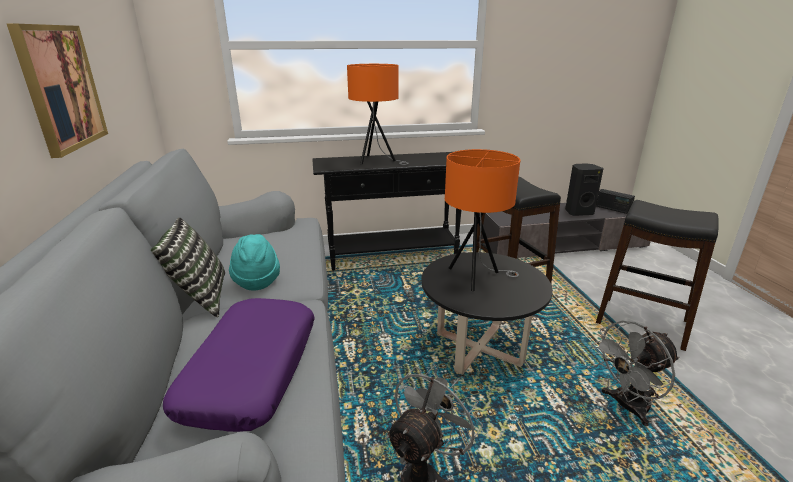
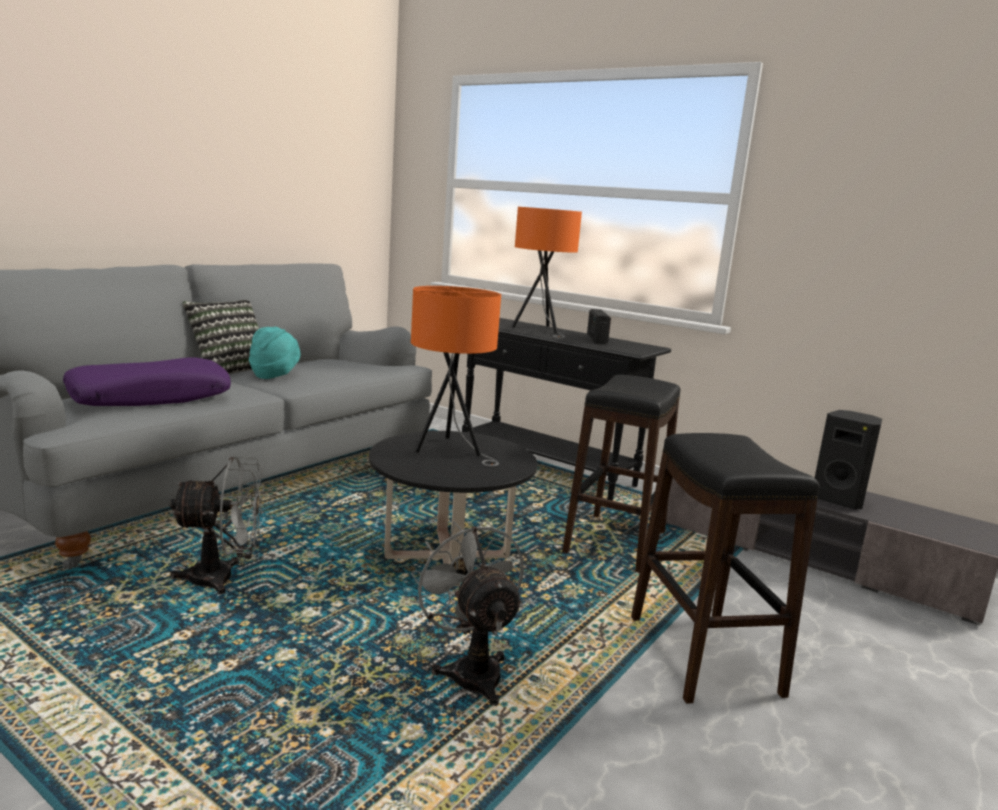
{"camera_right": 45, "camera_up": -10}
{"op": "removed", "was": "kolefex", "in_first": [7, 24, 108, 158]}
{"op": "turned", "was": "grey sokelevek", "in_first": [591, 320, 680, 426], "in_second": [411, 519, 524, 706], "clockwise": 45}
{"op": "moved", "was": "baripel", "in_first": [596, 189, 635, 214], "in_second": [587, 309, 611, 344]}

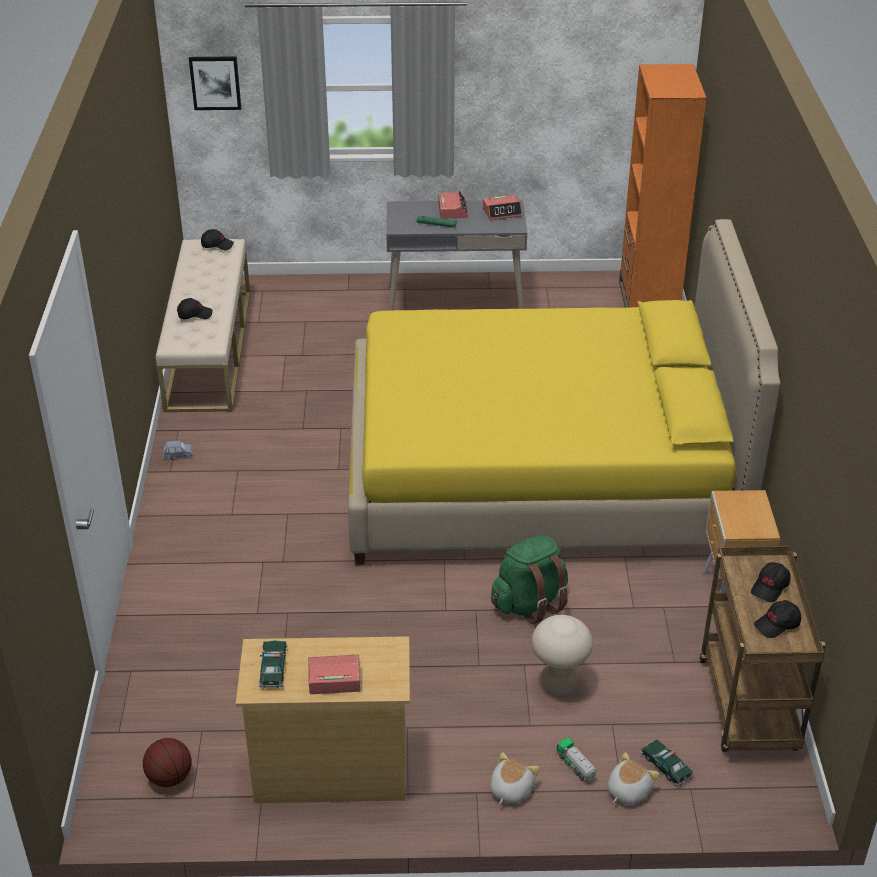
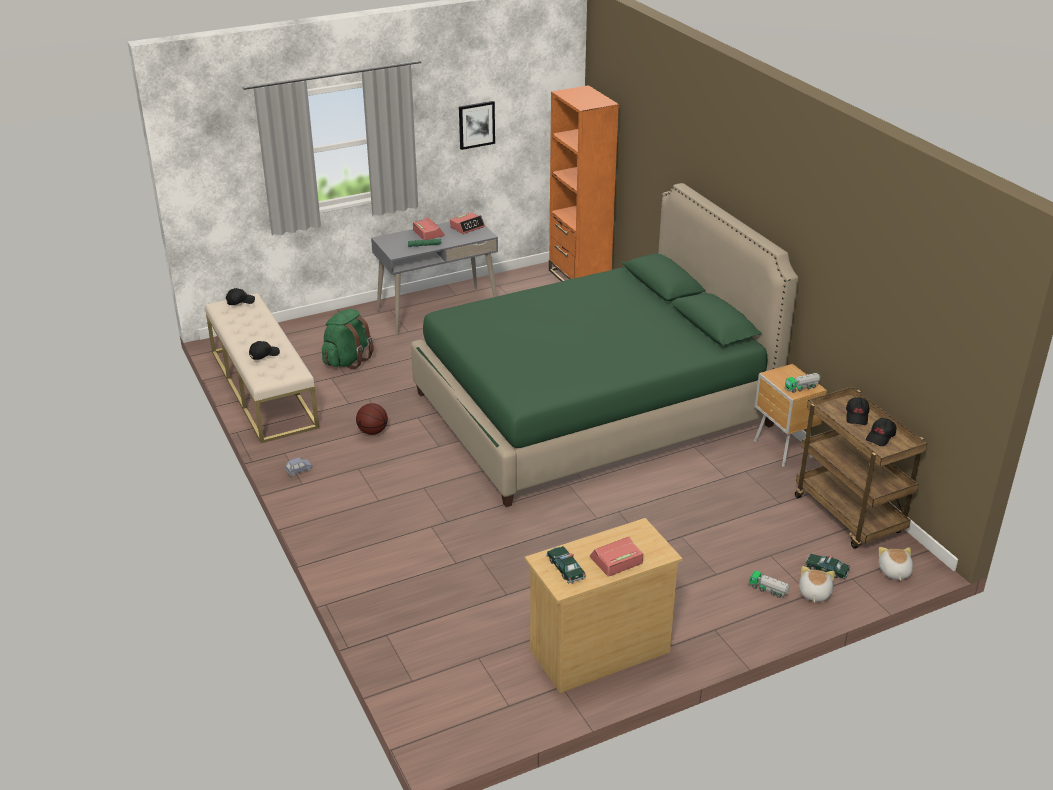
{"camera_right": -25, "camera_up": -5}
{"op": "moved", "was": "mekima", "in_first": [143, 738, 192, 787], "in_second": [356, 403, 388, 435]}
{"op": "moved", "was": "kolefex", "in_first": [189, 56, 241, 110], "in_second": [459, 101, 495, 150]}
{"op": "recoloured", "was": "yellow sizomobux", "now": "green sizomobux", "in_first": [348, 219, 780, 565], "in_second": [411, 183, 798, 507]}
{"op": "moved", "was": "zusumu", "in_first": [490, 752, 539, 804], "in_second": [879, 547, 913, 581]}
{"op": "moved", "was": "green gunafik", "in_first": [491, 535, 568, 624], "in_second": [322, 309, 374, 369]}
{"op": "removed", "was": "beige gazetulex", "in_first": [532, 615, 593, 696]}
{"op": "added", "now": "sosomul", "in_second": [785, 373, 820, 393]}

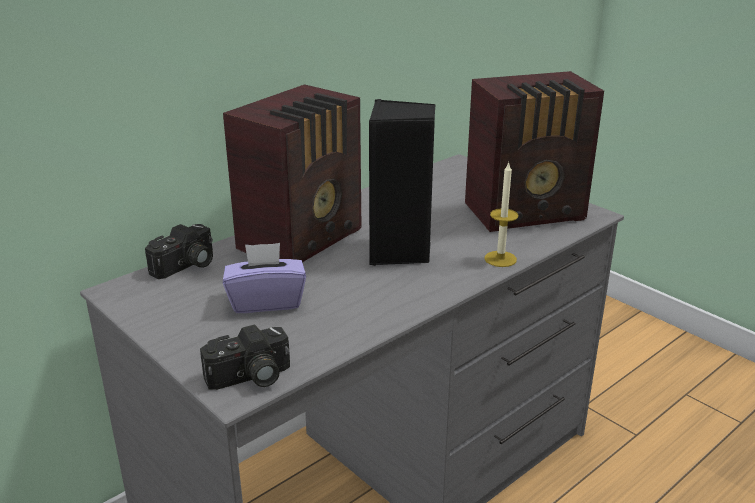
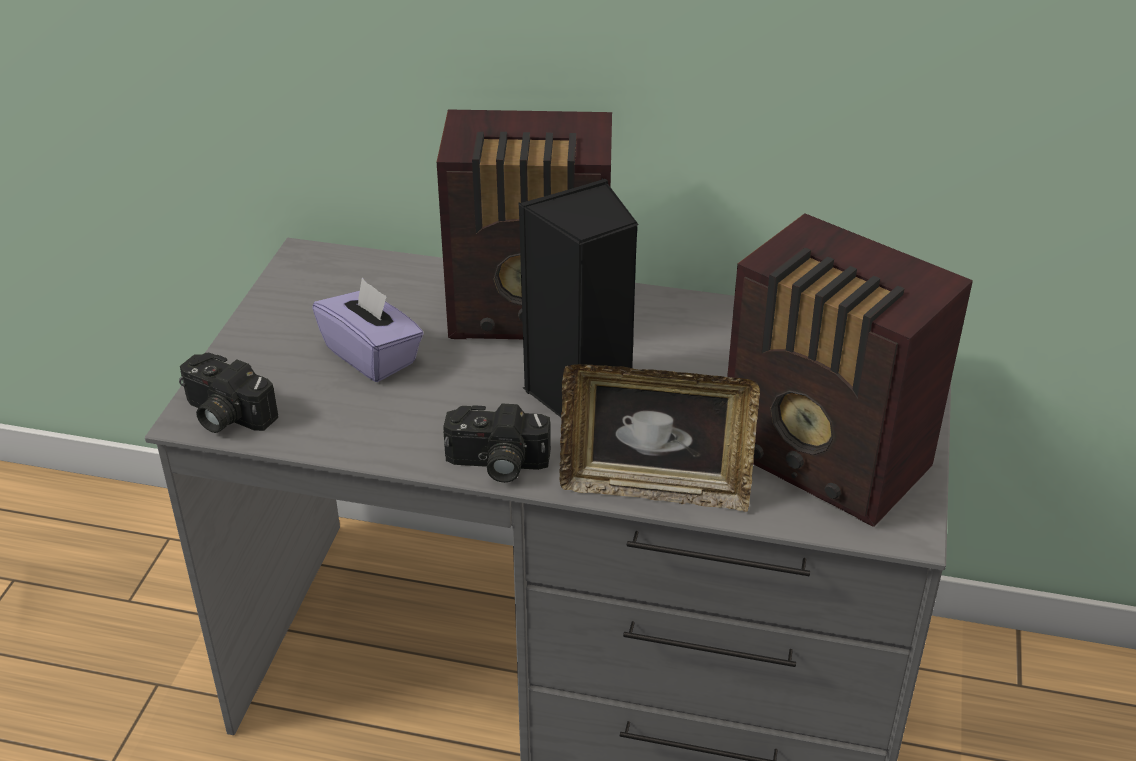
{"camera_right": 55, "camera_up": 10}
{"op": "moved", "was": "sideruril", "in_first": [145, 224, 213, 279], "in_second": [443, 404, 551, 483]}
{"op": "replaced", "was": "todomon", "now": "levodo", "in_first": [484, 162, 518, 267], "in_second": [559, 364, 760, 512]}

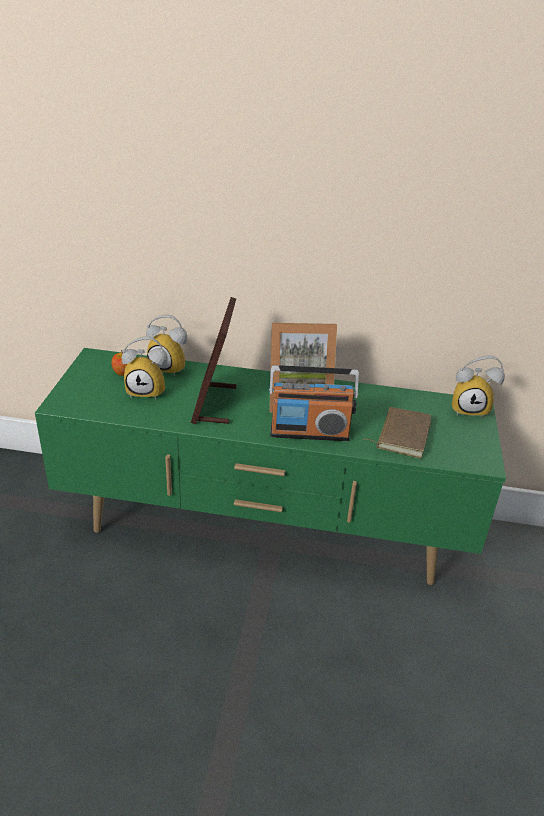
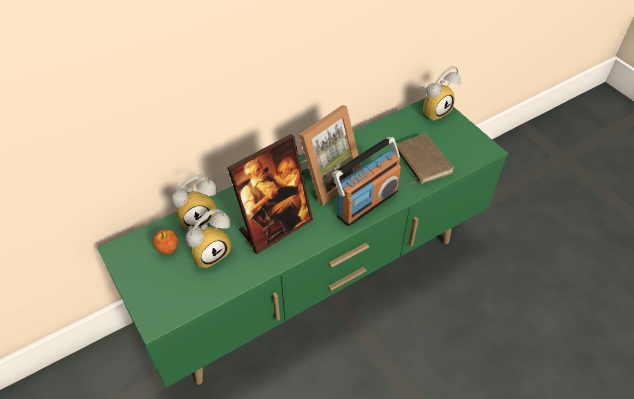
{"camera_right": -40, "camera_up": 15}
{"op": "turned", "was": "levodo", "in_first": [191, 297, 236, 424], "in_second": [227, 134, 313, 254], "clockwise": -90}

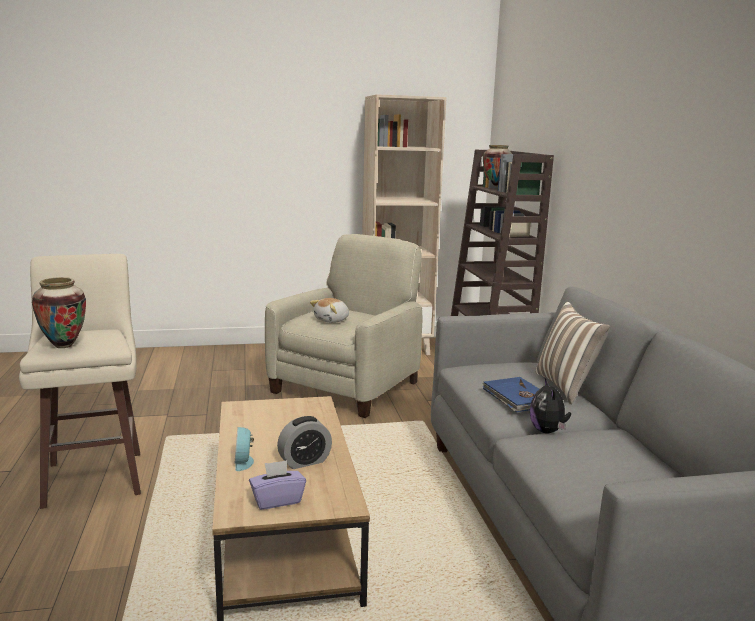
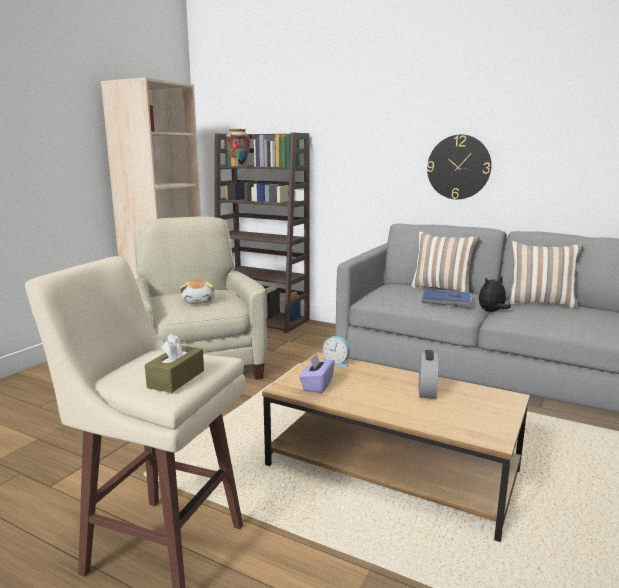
{"camera_right": -50, "camera_up": 0}
{"op": "replaced", "was": "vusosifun", "now": "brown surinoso", "in_first": [32, 277, 86, 348], "in_second": [145, 333, 204, 393]}
{"op": "moved", "was": "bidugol", "in_first": [235, 427, 254, 471], "in_second": [322, 336, 350, 367]}
{"op": "moved", "was": "purple surinoso", "in_first": [249, 460, 306, 510], "in_second": [299, 353, 335, 393]}
{"op": "turned", "was": "zusumu", "in_first": [530, 379, 571, 434], "in_second": [479, 276, 511, 312], "clockwise": 120}
{"op": "added", "now": "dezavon", "in_second": [427, 135, 492, 199]}
{"op": "added", "now": "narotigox", "in_second": [508, 241, 583, 309]}

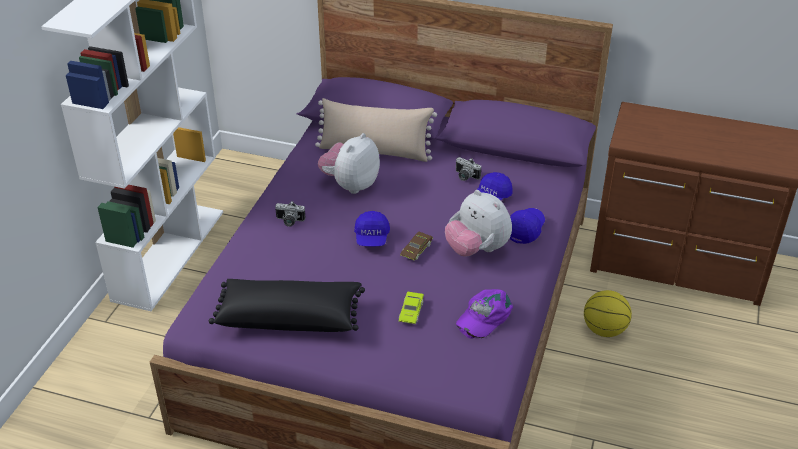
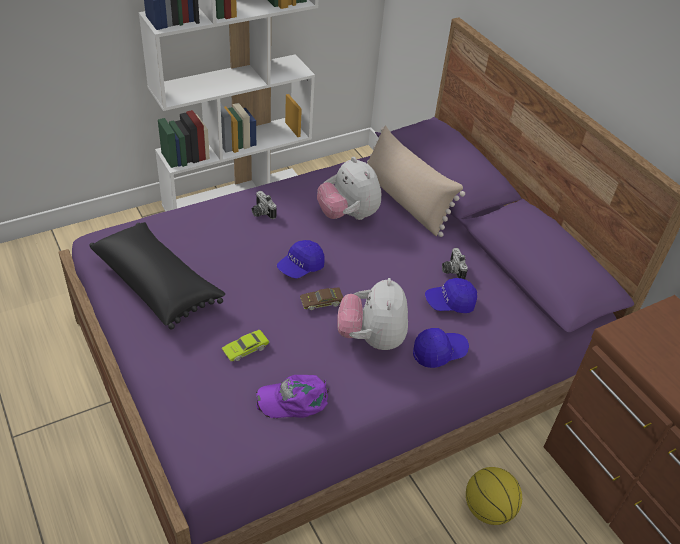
{"camera_right": 40, "camera_up": 5}
{"op": "turned", "was": "zusumu", "in_first": [318, 133, 380, 194], "in_second": [317, 157, 381, 220], "clockwise": -105}

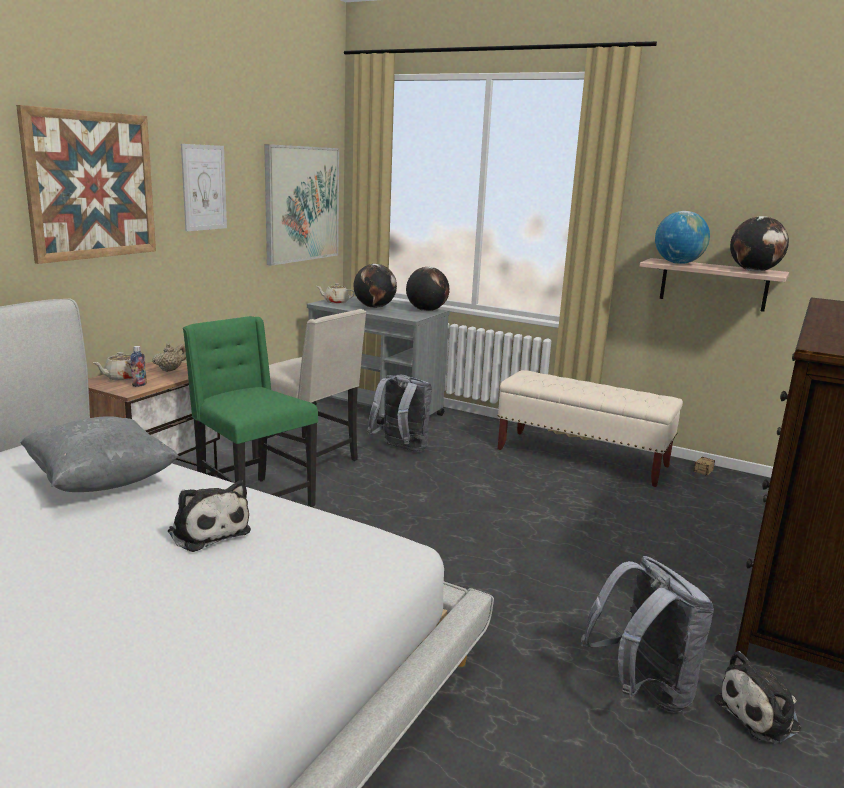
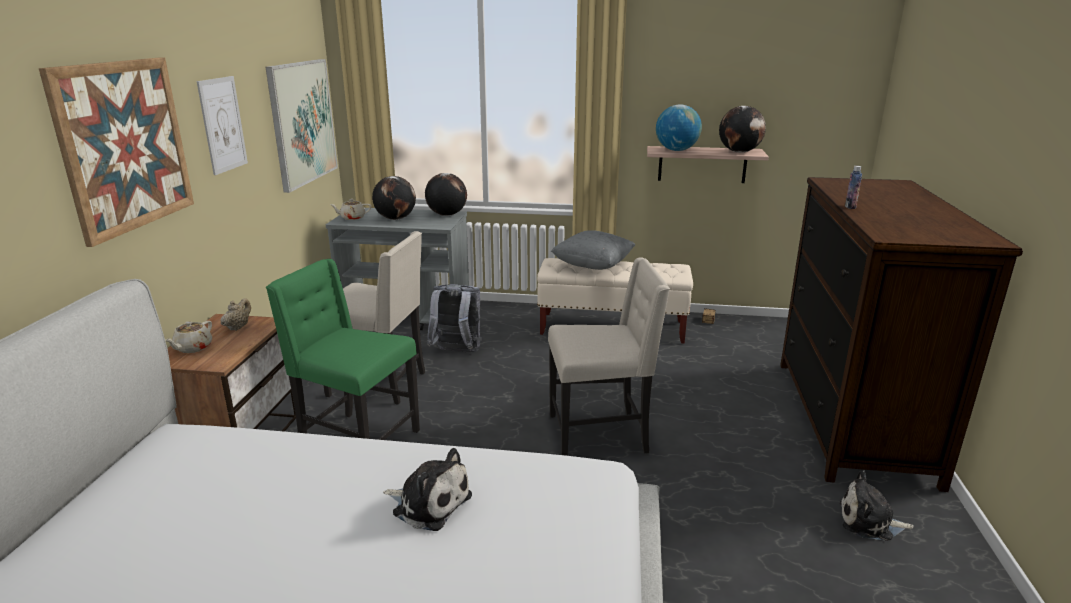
{"camera_right": -20, "camera_up": 5}
{"op": "moved", "was": "grey narotigox", "in_first": [21, 416, 179, 492], "in_second": [551, 230, 635, 270]}
{"op": "moved", "was": "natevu", "in_first": [130, 346, 147, 387], "in_second": [845, 166, 862, 209]}
{"op": "removed", "was": "grey gunafik", "in_first": [581, 556, 714, 713]}
{"op": "turned", "was": "zusumu", "in_first": [714, 651, 801, 743], "in_second": [840, 470, 914, 541], "clockwise": 60}
{"op": "added", "now": "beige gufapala", "in_second": [548, 257, 670, 456]}

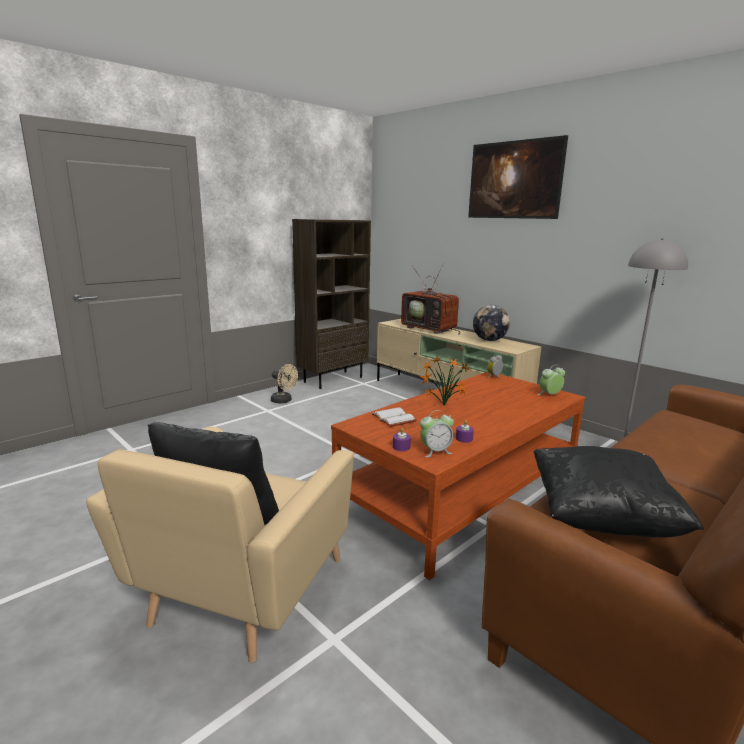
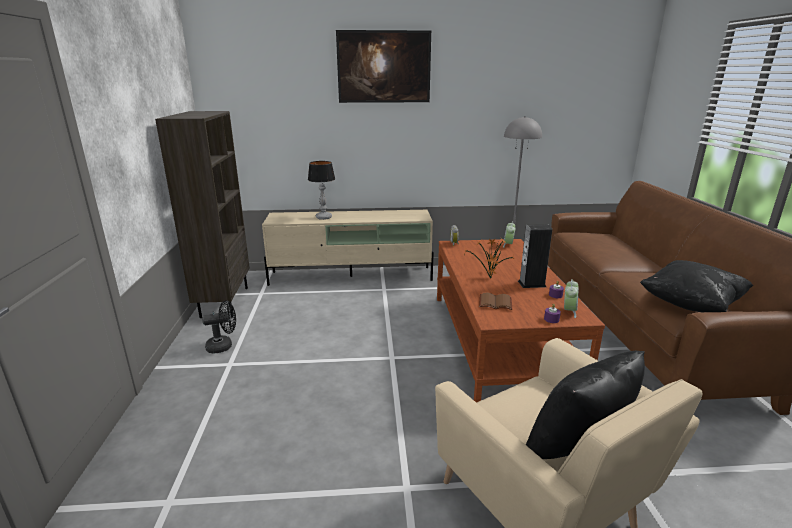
{"camera_right": -50, "camera_up": 5}
{"op": "recoloured", "was": "beige sokelevek", "now": "black sokelevek", "in_first": [271, 364, 298, 403], "in_second": [202, 300, 236, 354]}
{"op": "recoloured", "was": "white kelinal", "now": "brown kelinal", "in_first": [372, 407, 417, 427], "in_second": [479, 292, 512, 310]}
{"op": "replaced", "was": "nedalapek", "now": "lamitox", "in_first": [401, 263, 460, 334], "in_second": [308, 161, 335, 220]}
{"op": "removed", "was": "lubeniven", "in_first": [473, 305, 510, 341]}
{"op": "added", "now": "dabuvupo", "in_second": [518, 224, 552, 288]}

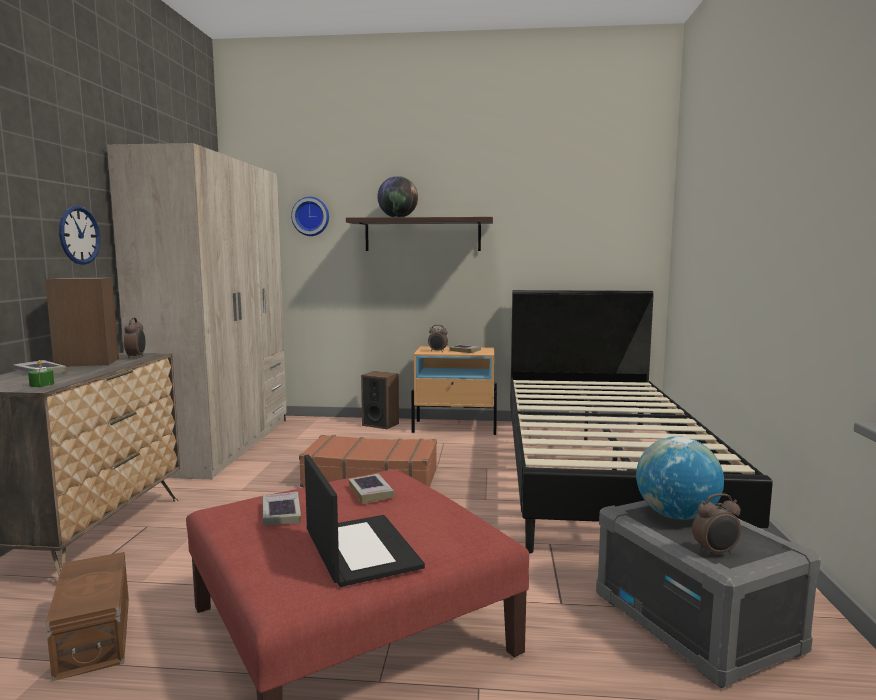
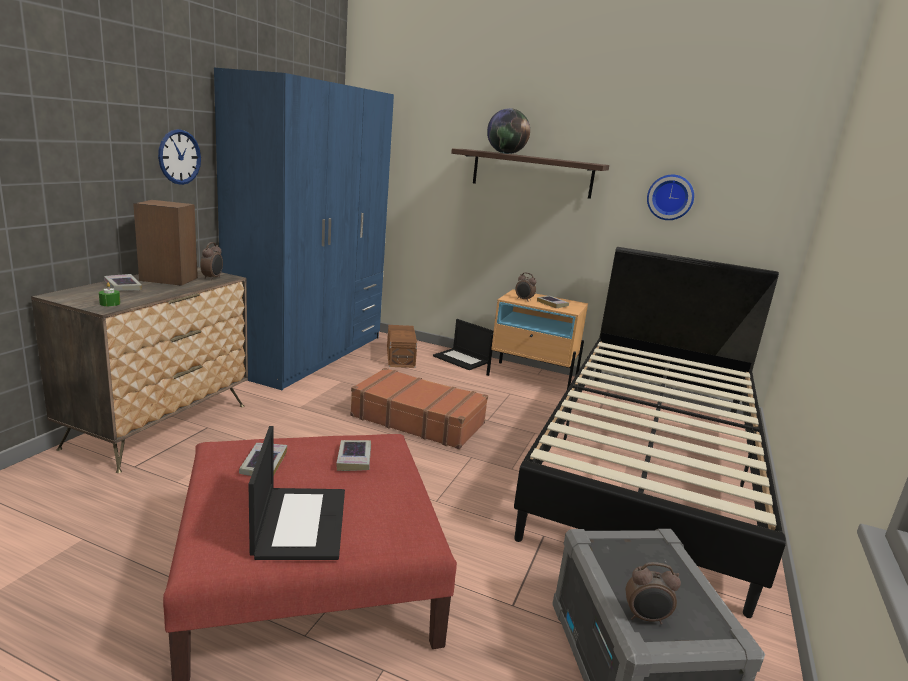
{"camera_right": 15, "camera_up": 10}
{"op": "moved", "was": "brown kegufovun", "in_first": [46, 552, 129, 681], "in_second": [387, 325, 417, 368]}
{"op": "recoloured", "was": "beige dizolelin", "now": "blue dizolelin", "in_first": [107, 143, 287, 480], "in_second": [214, 68, 394, 390]}
{"op": "moved", "was": "dezavon", "in_first": [291, 197, 329, 236], "in_second": [647, 175, 694, 220]}
{"op": "replaced", "was": "dabuvupo", "now": "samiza", "in_first": [361, 371, 399, 429], "in_second": [433, 319, 493, 370]}
{"op": "removed", "was": "lubeniven", "in_first": [636, 436, 724, 520]}

